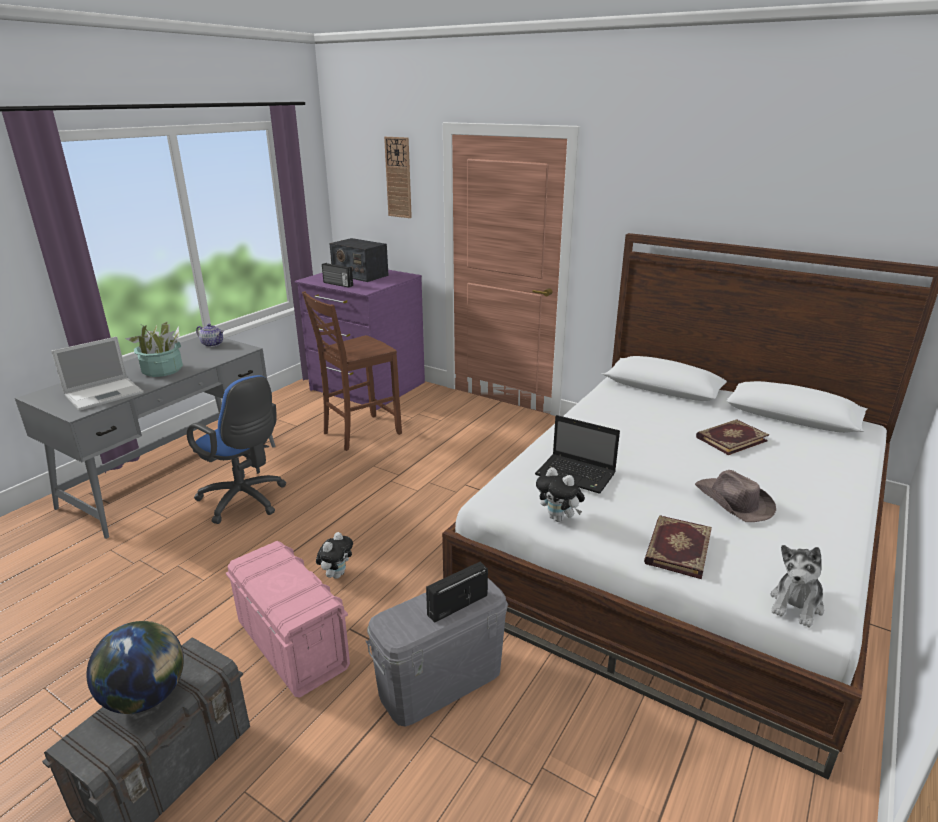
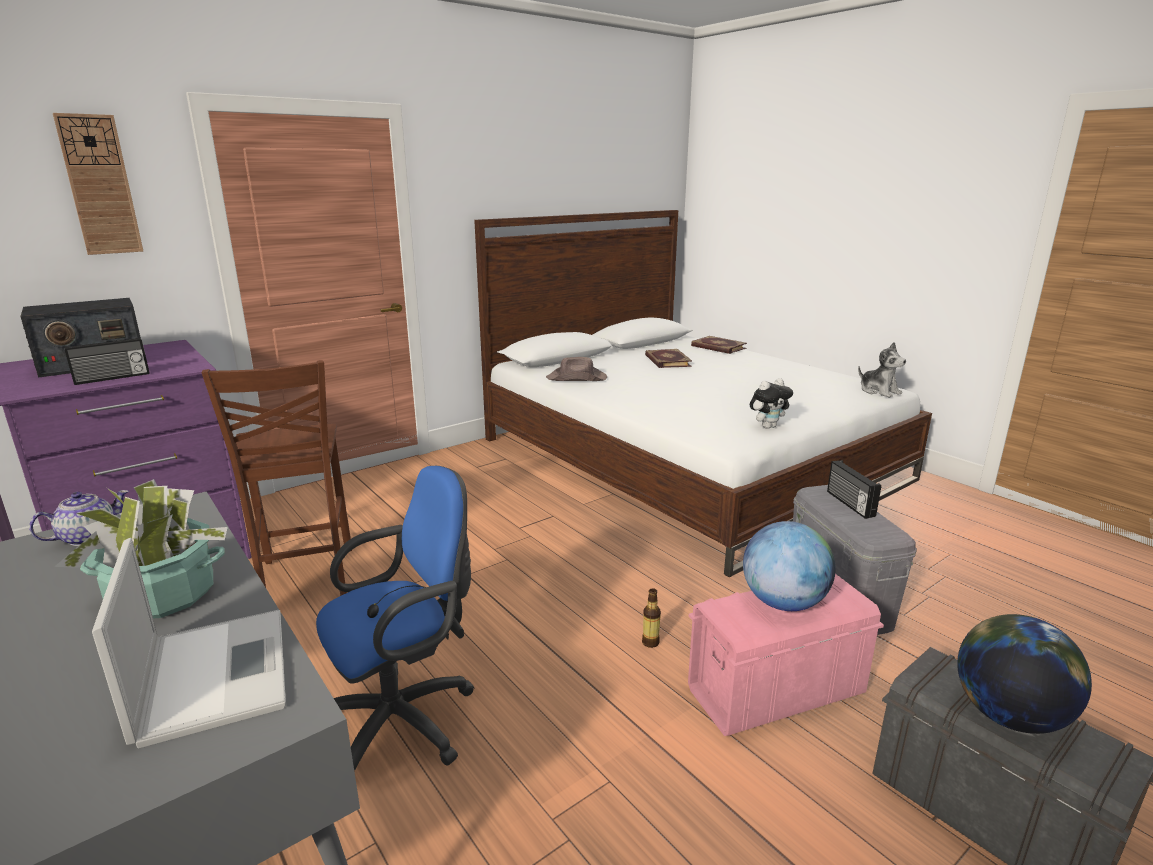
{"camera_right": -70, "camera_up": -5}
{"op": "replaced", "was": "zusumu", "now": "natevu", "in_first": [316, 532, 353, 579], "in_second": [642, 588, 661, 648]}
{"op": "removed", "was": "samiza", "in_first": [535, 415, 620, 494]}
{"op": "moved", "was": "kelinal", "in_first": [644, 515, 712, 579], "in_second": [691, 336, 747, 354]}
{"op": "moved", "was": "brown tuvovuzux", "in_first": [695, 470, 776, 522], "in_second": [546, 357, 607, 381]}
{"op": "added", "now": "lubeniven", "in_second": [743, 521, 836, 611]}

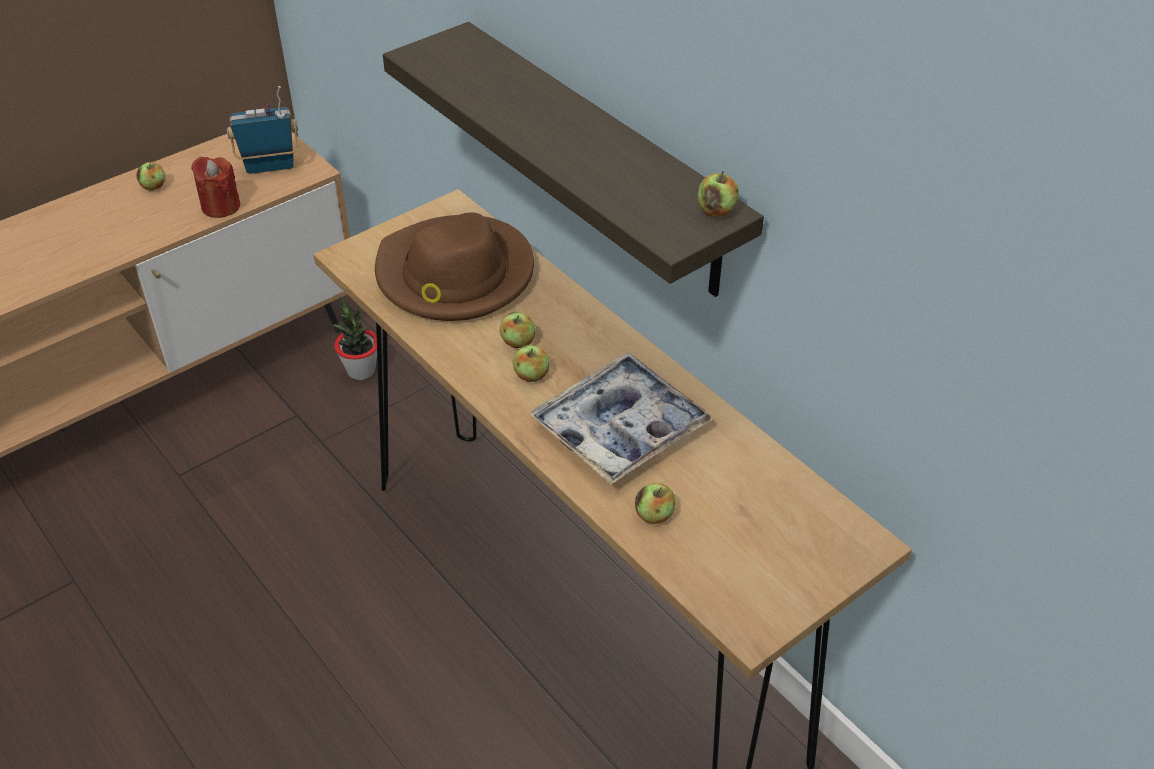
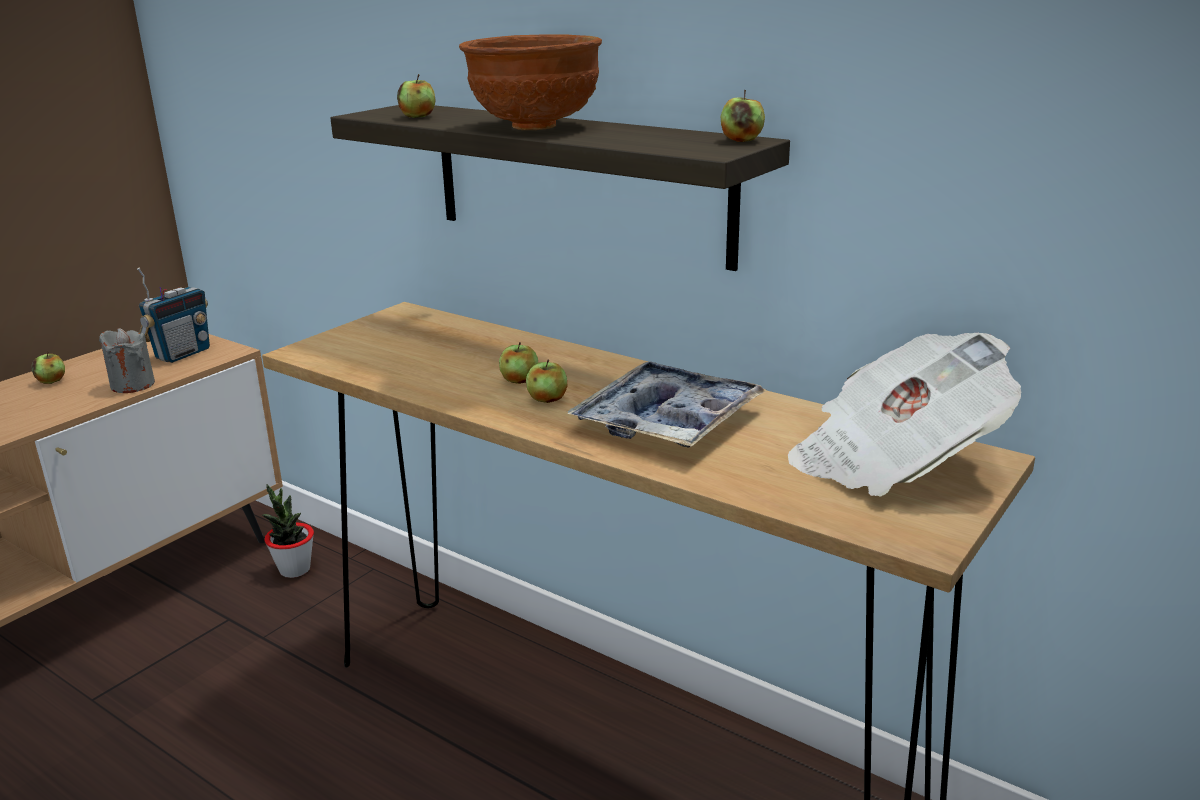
{"camera_right": -15, "camera_up": -20}
{"op": "recoloured", "was": "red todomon", "now": "grey todomon", "in_first": [191, 157, 240, 218], "in_second": [99, 328, 155, 393]}
{"op": "turned", "was": "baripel", "in_first": [227, 86, 298, 174], "in_second": [137, 268, 210, 363], "clockwise": 150}
{"op": "removed", "was": "brown tuvovuzux", "in_first": [375, 212, 534, 321]}
{"op": "moved", "was": "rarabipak", "in_first": [635, 483, 676, 524], "in_second": [397, 74, 436, 118]}
{"op": "added", "now": "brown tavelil", "in_second": [459, 34, 602, 130]}
{"op": "added", "now": "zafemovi", "in_second": [788, 333, 1022, 496]}

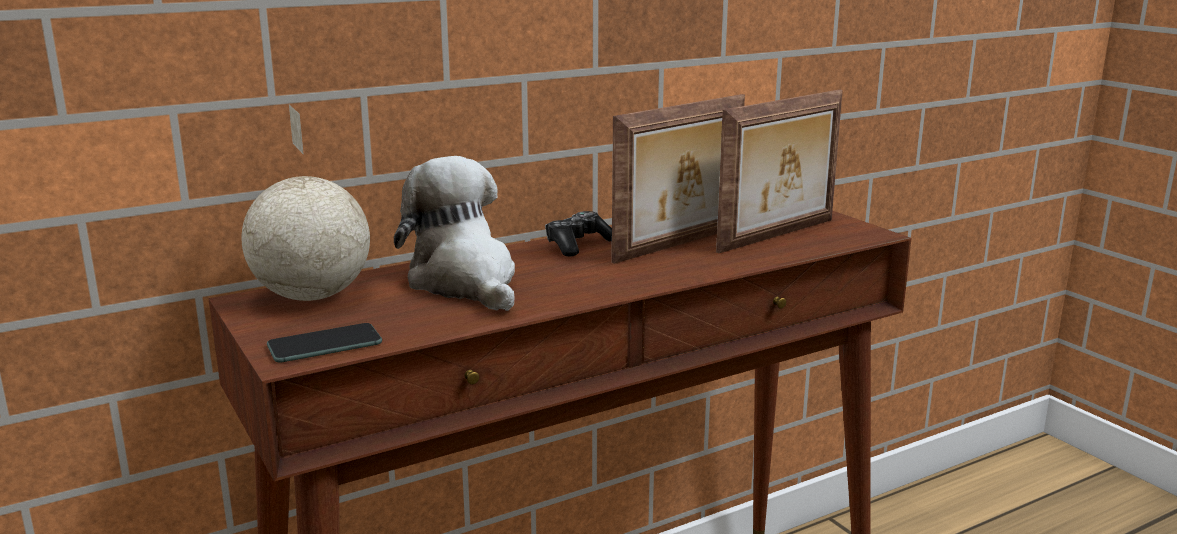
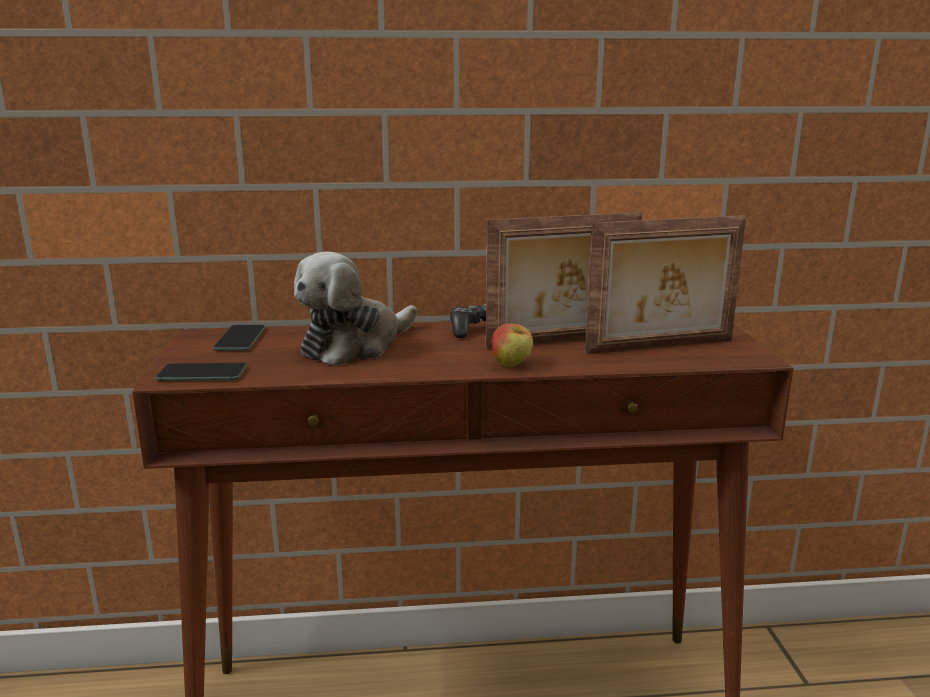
{"camera_right": 25, "camera_up": 0}
{"op": "replaced", "was": "lubeniven", "now": "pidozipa", "in_first": [241, 104, 370, 301], "in_second": [213, 325, 265, 351]}
{"op": "turned", "was": "zusumu", "in_first": [394, 156, 515, 311], "in_second": [294, 252, 417, 366], "clockwise": -135}
{"op": "added", "now": "rarabipak", "in_second": [491, 323, 533, 367]}

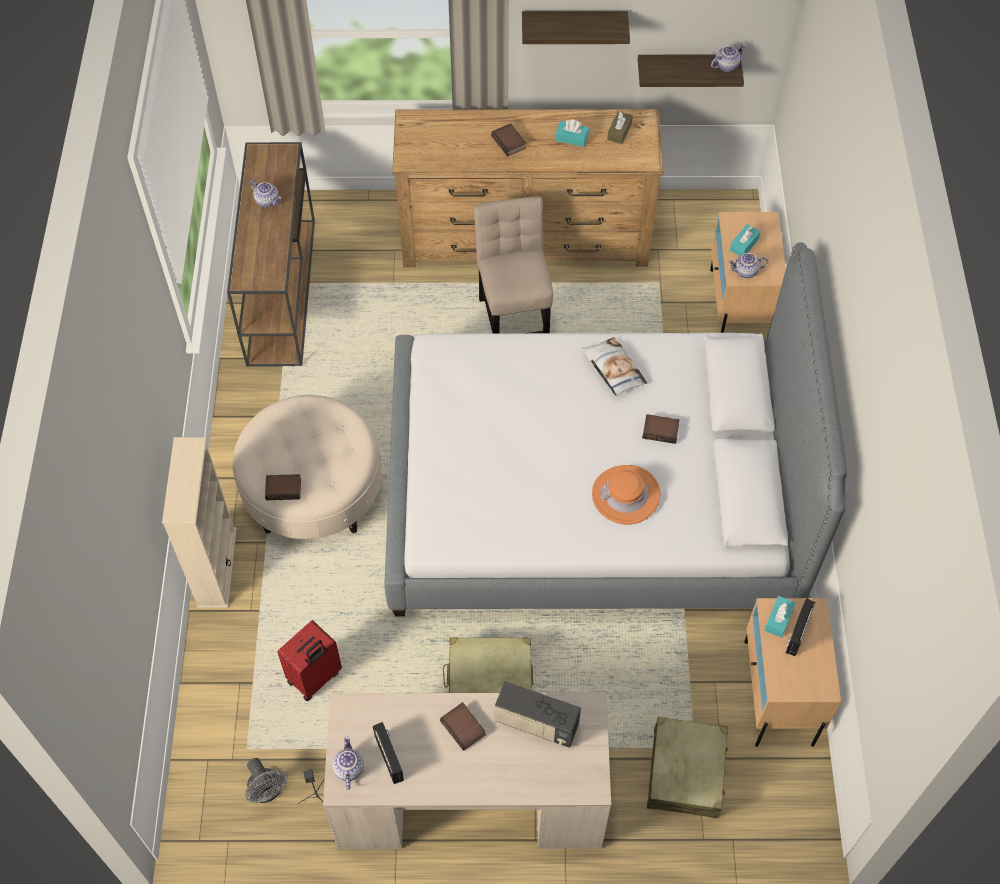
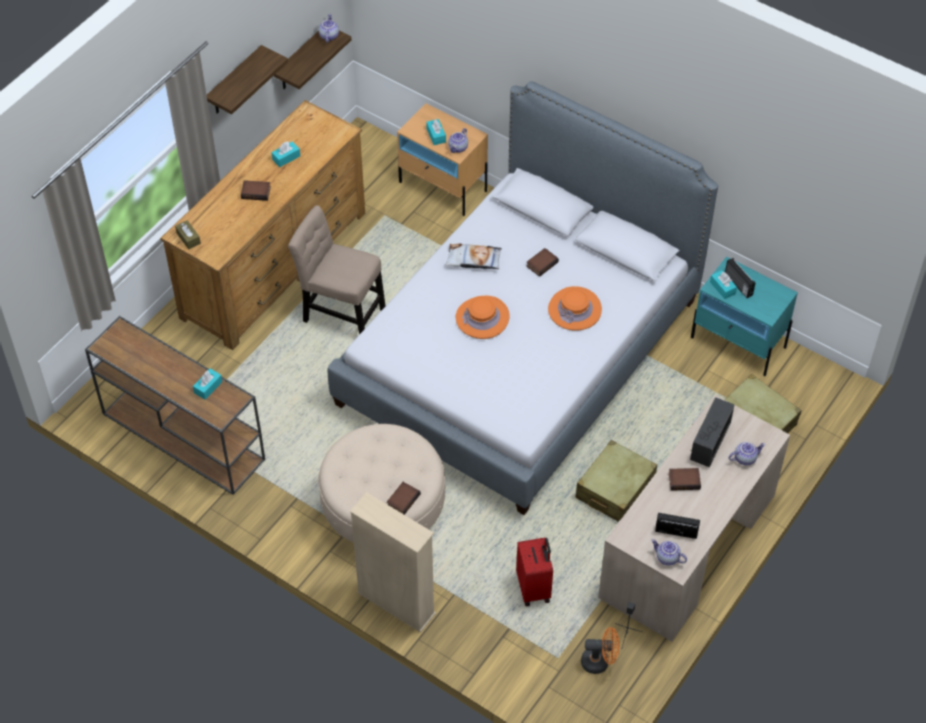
{"camera_right": -55, "camera_up": -5}
{"op": "recoloured", "was": "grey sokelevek", "now": "orange sokelevek", "in_first": [245, 758, 287, 803], "in_second": [581, 627, 620, 674]}
{"op": "moved", "was": "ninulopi", "in_first": [250, 181, 281, 207], "in_second": [729, 442, 765, 465]}
{"op": "turned", "was": "baripel", "in_first": [493, 681, 581, 748], "in_second": [690, 397, 735, 467], "clockwise": 150}
{"op": "moved", "was": "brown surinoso", "in_first": [607, 111, 633, 144], "in_second": [175, 220, 201, 249]}
{"op": "recoloured", "was": "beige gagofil", "now": "turquoise gagofil", "in_first": [744, 598, 841, 747], "in_second": [691, 257, 798, 376]}
{"op": "added", "now": "turquoise surinoso", "in_second": [193, 368, 222, 400]}
{"op": "added", "now": "orange tuvovuzux", "in_second": [456, 296, 509, 339]}

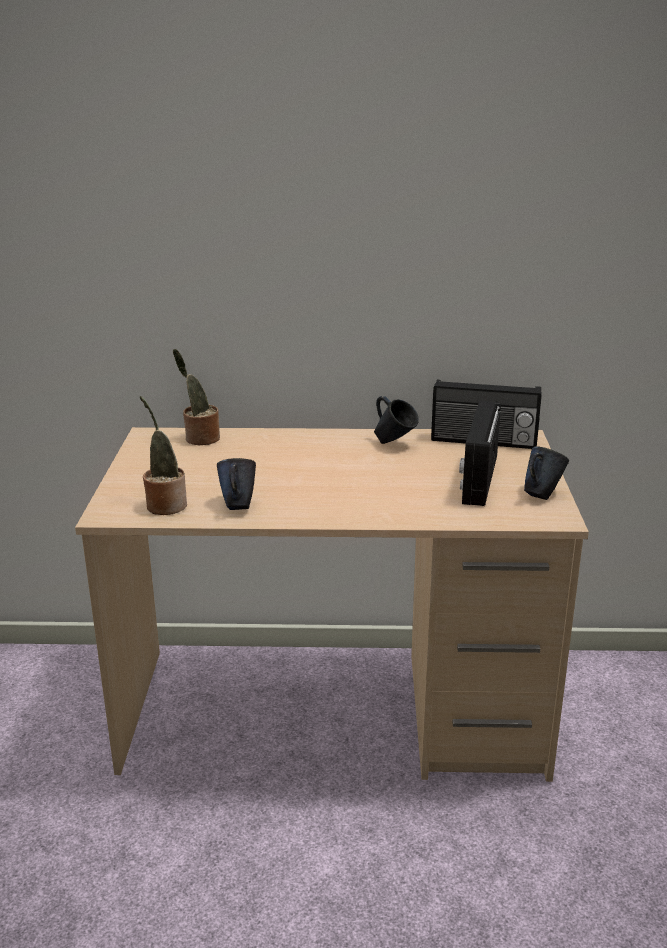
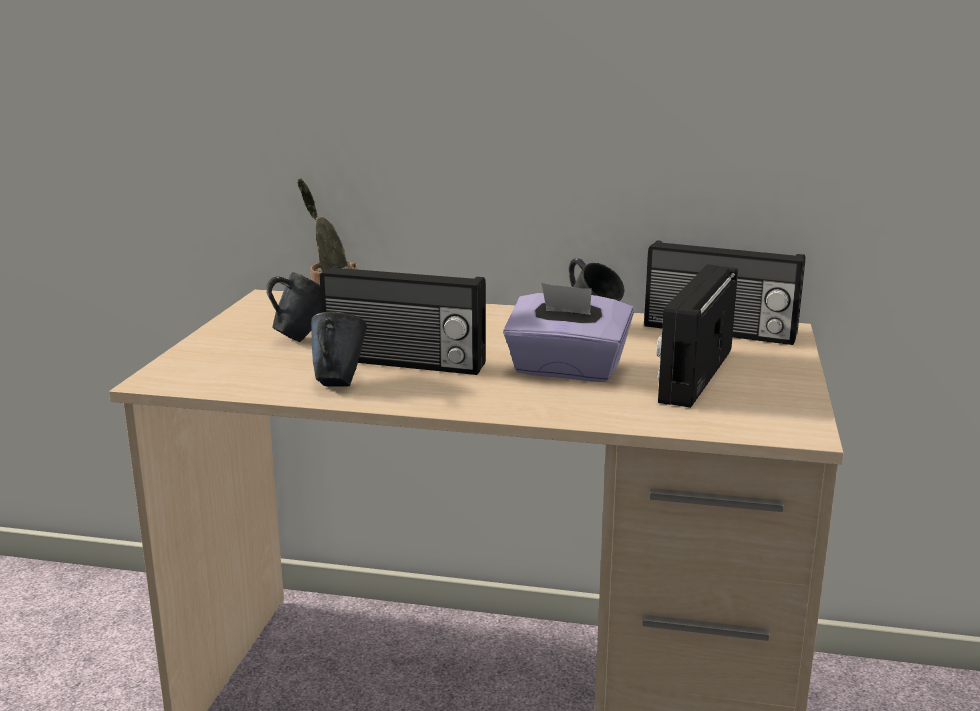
{"camera_right": 10, "camera_up": -5}
{"op": "removed", "was": "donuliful", "in_first": [140, 396, 187, 515]}
{"op": "moved", "was": "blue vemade", "in_first": [524, 447, 569, 500], "in_second": [266, 272, 322, 342]}
{"op": "added", "now": "baripel", "in_second": [320, 266, 486, 375]}
{"op": "added", "now": "purple surinoso", "in_second": [503, 283, 634, 382]}

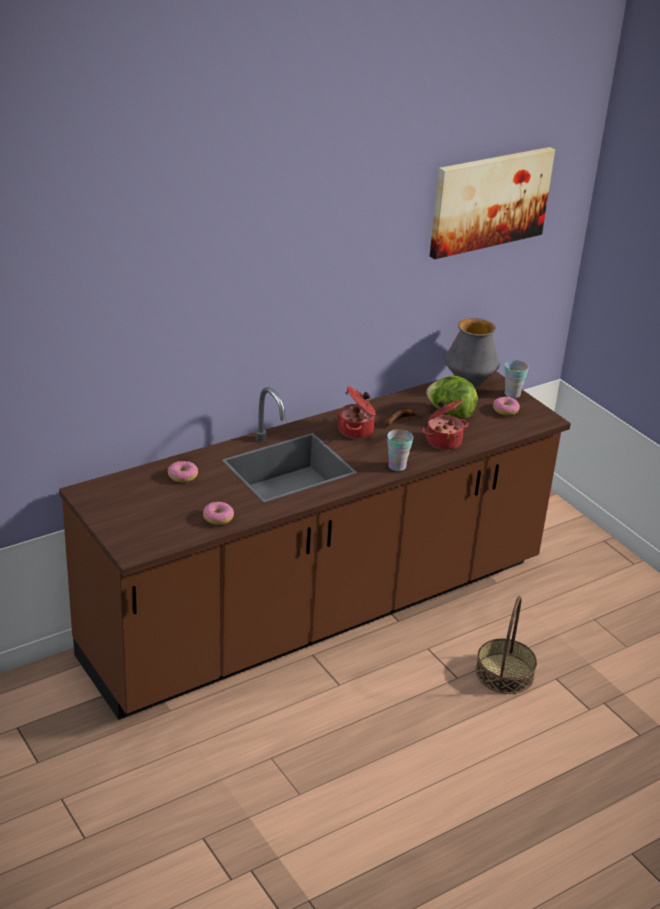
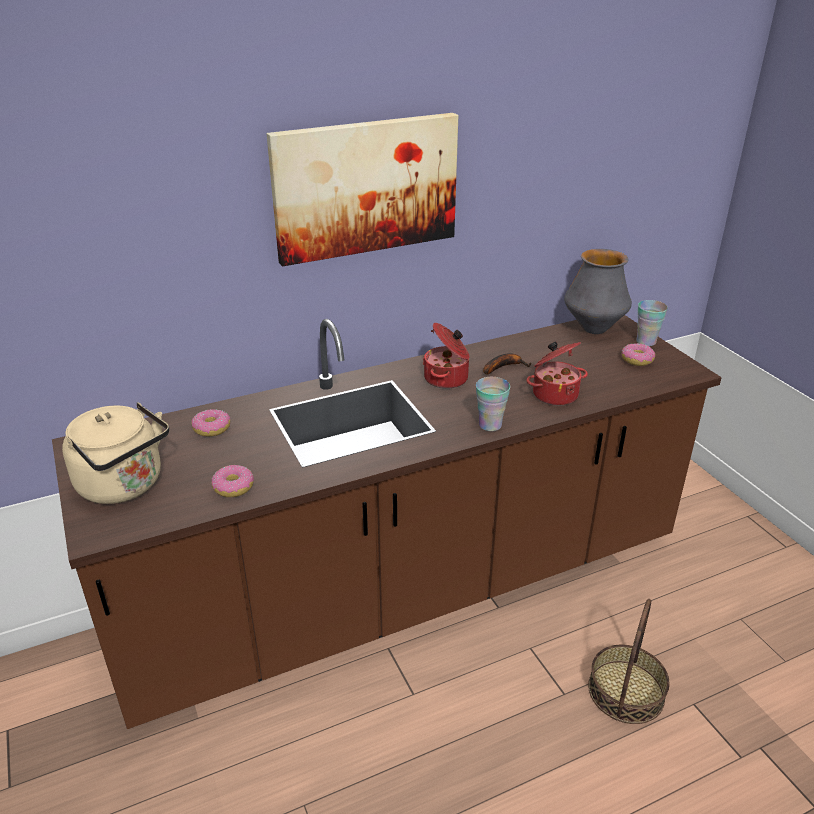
{"camera_right": 10, "camera_up": 0}
{"op": "removed", "was": "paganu", "in_first": [426, 376, 478, 419]}
{"op": "moved", "was": "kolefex", "in_first": [430, 147, 555, 259], "in_second": [266, 113, 458, 266]}
{"op": "added", "now": "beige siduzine", "in_second": [62, 402, 169, 504]}

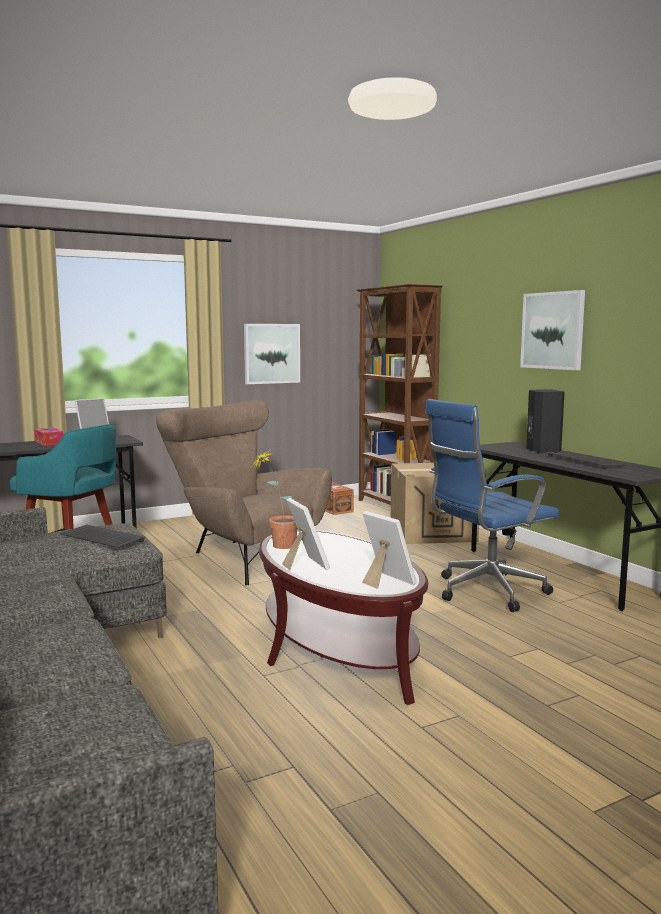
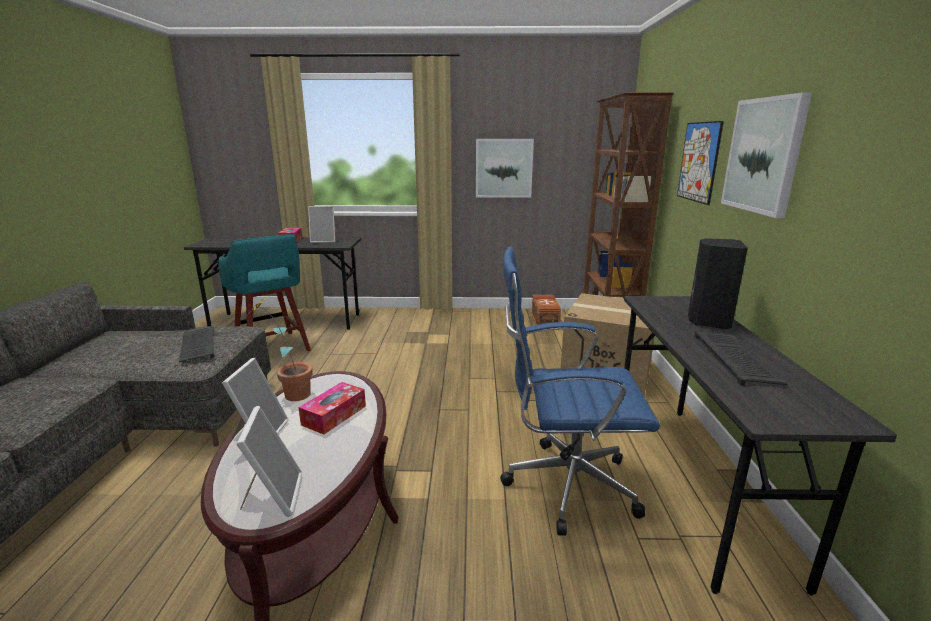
{"camera_right": 30, "camera_up": 10}
{"op": "removed", "was": "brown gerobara", "in_first": [156, 400, 332, 585]}
{"op": "added", "now": "surinoso", "in_second": [298, 382, 366, 434]}
{"op": "added", "now": "kolefex", "in_second": [677, 121, 724, 205]}

